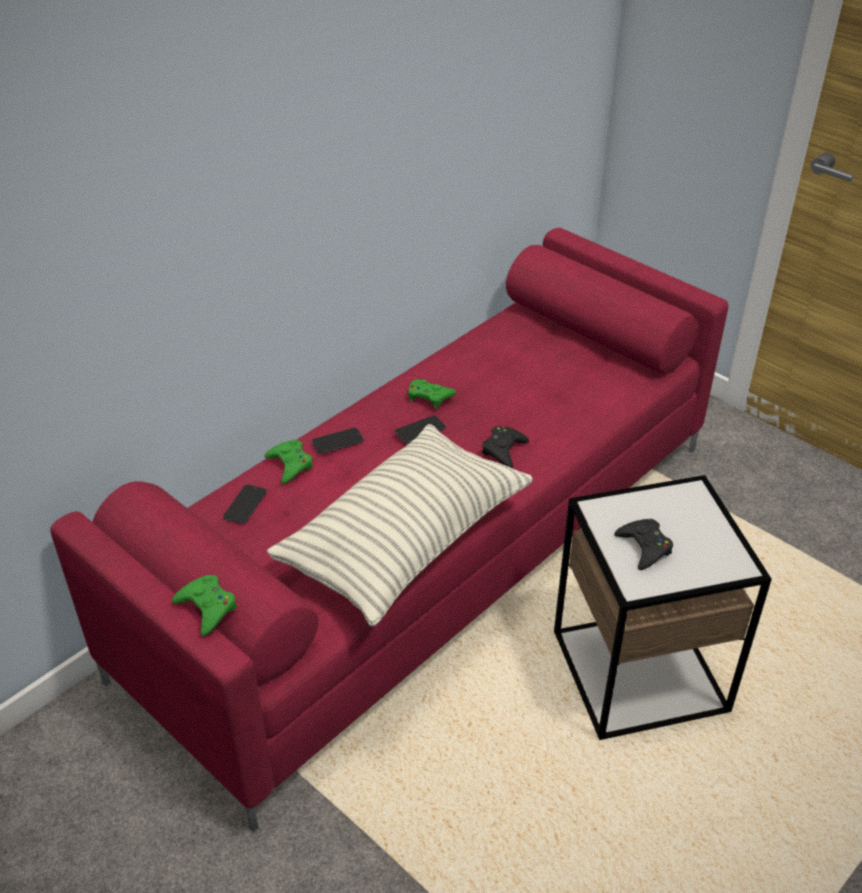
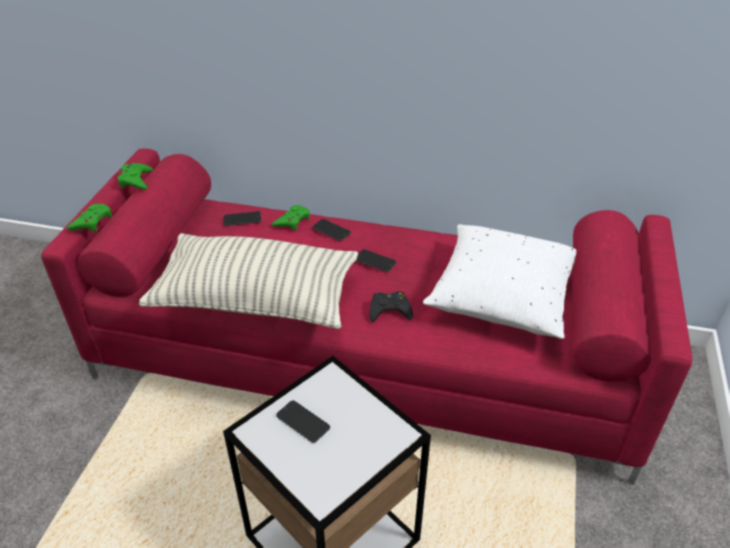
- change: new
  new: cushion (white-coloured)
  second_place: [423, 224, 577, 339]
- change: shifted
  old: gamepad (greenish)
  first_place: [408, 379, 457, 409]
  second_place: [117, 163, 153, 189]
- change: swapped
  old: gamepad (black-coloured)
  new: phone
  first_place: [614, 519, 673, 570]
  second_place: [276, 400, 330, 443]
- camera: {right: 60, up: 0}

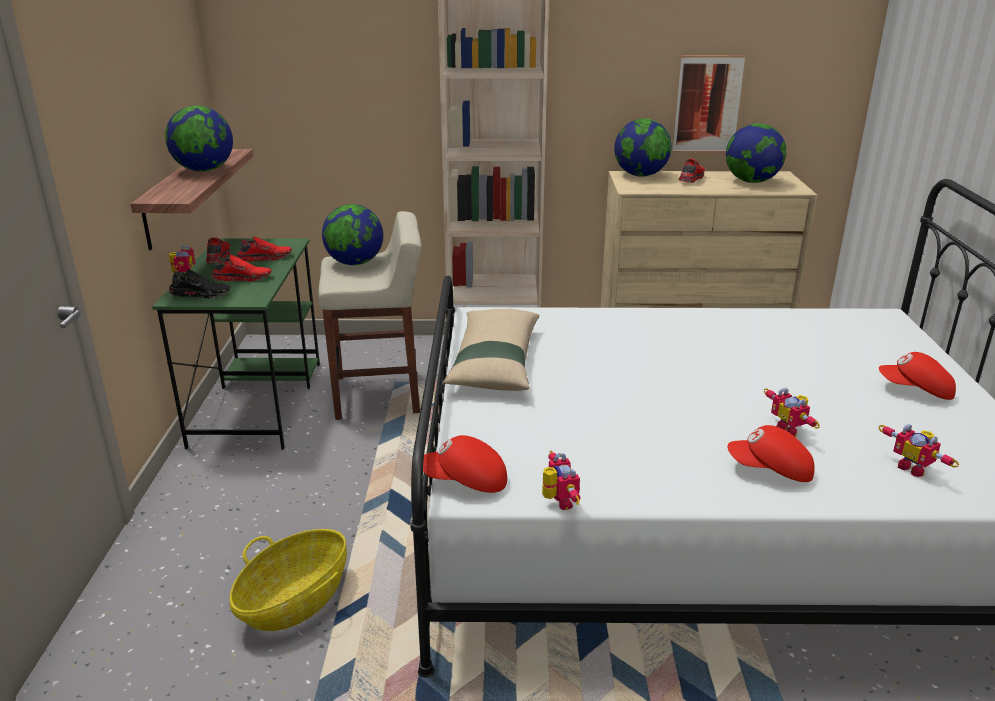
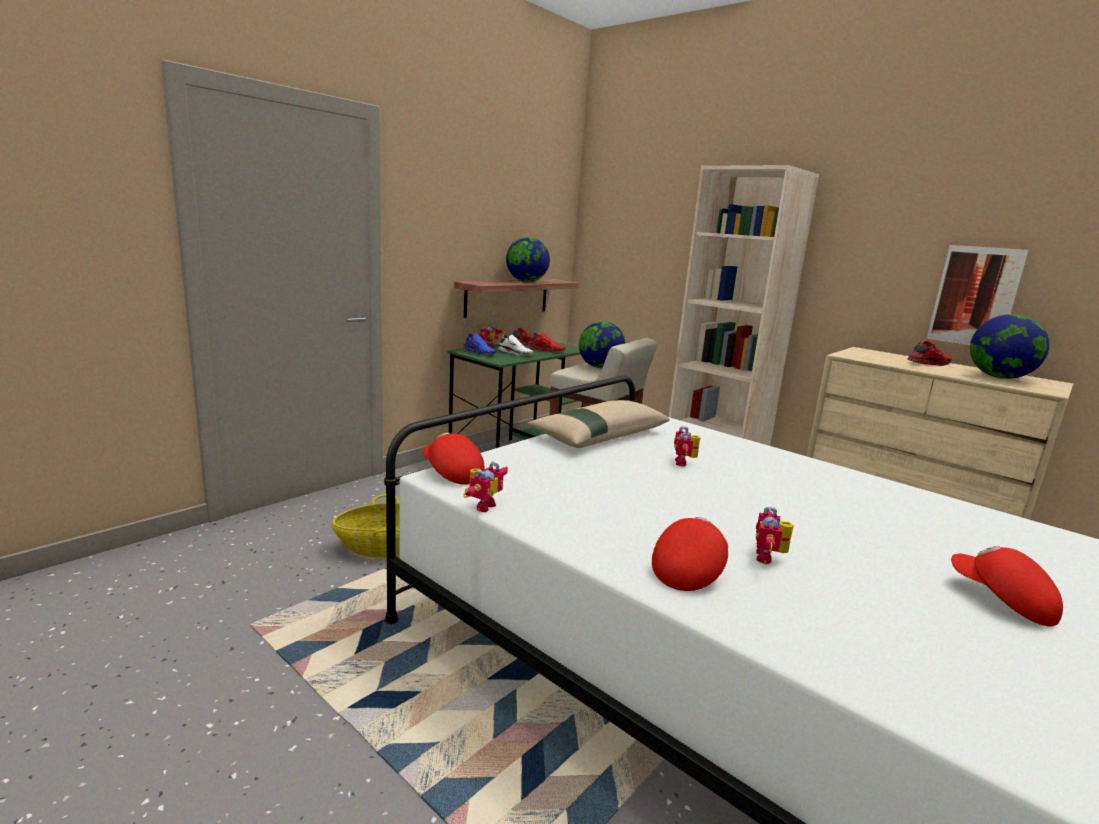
- change: gone
  old: desk globe
  first_place: [614, 118, 672, 177]
- change: shifted
  old: robot figure
  first_place: [878, 424, 959, 477]
  second_place: [674, 426, 700, 466]
- change: repainted
  old: item of footwear (black-coloured)
  new: item of footwear (bluish)
  first_place: [169, 269, 230, 298]
  second_place: [463, 333, 496, 355]
- change: repainted
  old: item of footwear (red-coloured)
  new: item of footwear (white-coloured)
  first_place: [212, 255, 272, 281]
  second_place: [498, 335, 533, 356]
- change: rotated
  old: peaked cap (red-coloured)
  first_place: [728, 425, 815, 482]
  second_place: [652, 517, 728, 591]
  degrees: 75
- camera: {right: 40, up: -10}

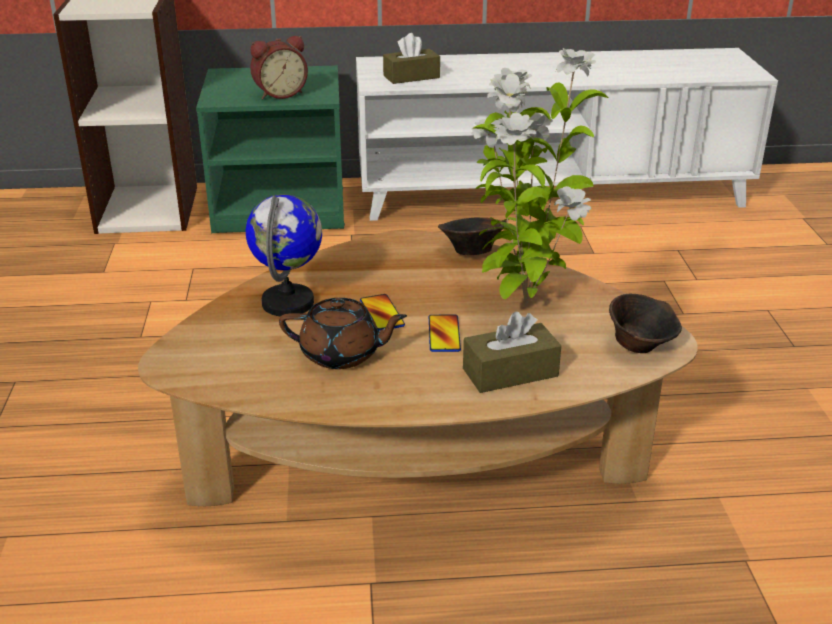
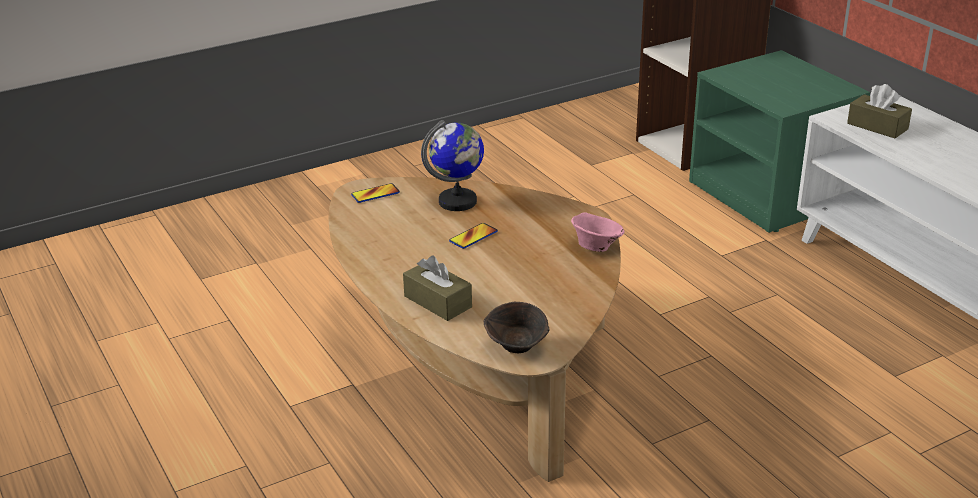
- change: gone
  old: table clock
  first_place: [250, 36, 308, 99]
- change: gone
  old: teapot (brownish)
  first_place: [279, 298, 407, 369]
- change: gone
  old: plant in a pot
  first_place: [471, 48, 608, 306]
- change: shifted
  old: phone
  first_place: [429, 315, 461, 352]
  second_place: [351, 183, 400, 203]
- change: repainted
  old: deep dish (brownish)
  new: deep dish (pink-coloured)
  first_place: [438, 218, 507, 255]
  second_place: [571, 212, 624, 252]
- camera: {right: 65, up: 0}

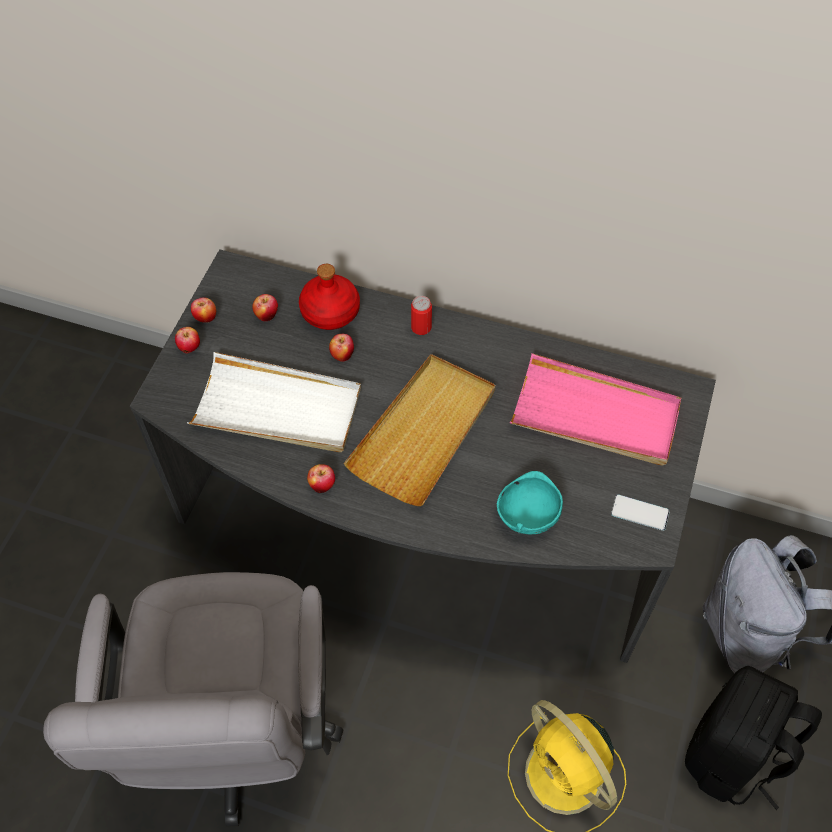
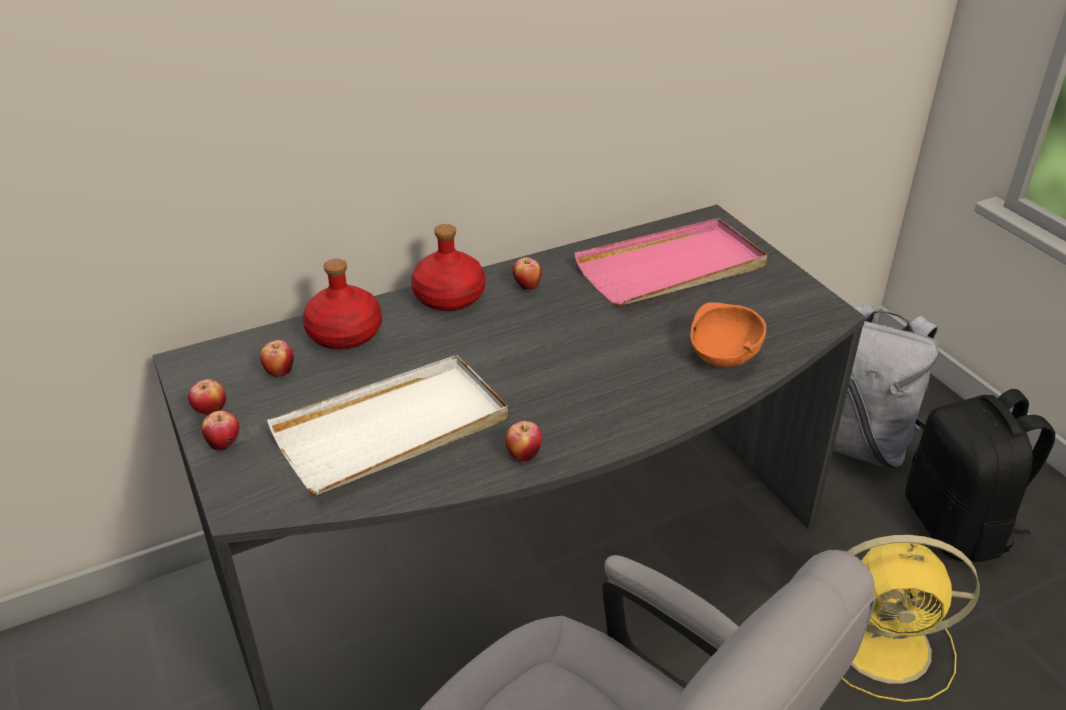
- change: gone
  old: serving tray (sand-coloured)
  first_place: [344, 354, 495, 506]
- change: gone
  old: phone
  first_place: [611, 494, 670, 531]
- change: shifted
  old: apple
  first_place: [329, 334, 354, 362]
  second_place: [512, 257, 542, 290]
- change: swapped
  old: metal can
  new: beverage bottle (red-coloured)
  first_place: [411, 296, 432, 335]
  second_place: [411, 224, 485, 311]
- change: repainted
  old: deep dish (turquoise)
  new: deep dish (orangey)
  first_place: [497, 471, 563, 535]
  second_place: [690, 302, 766, 367]
- camera: {right: -45, up: -20}

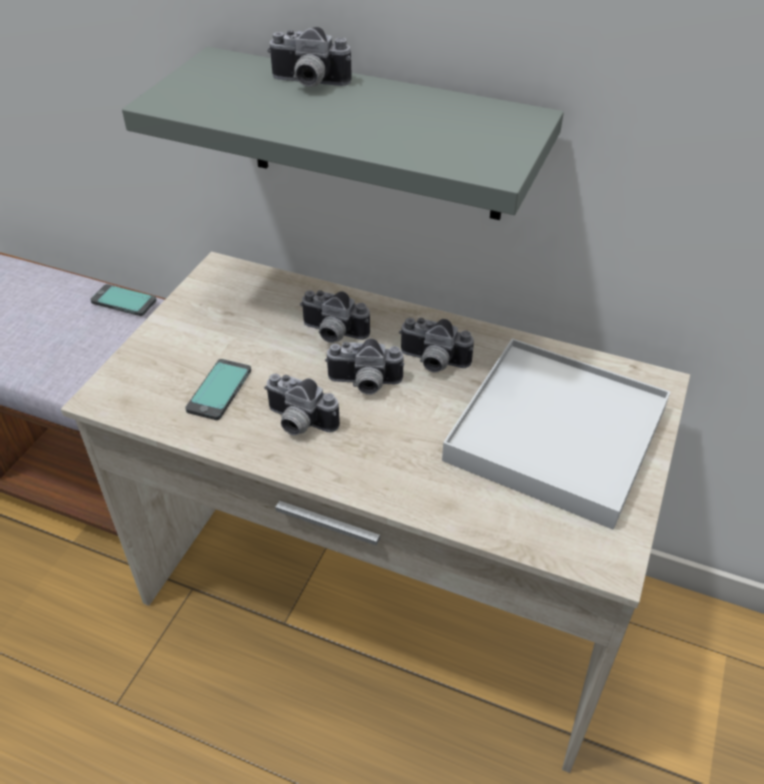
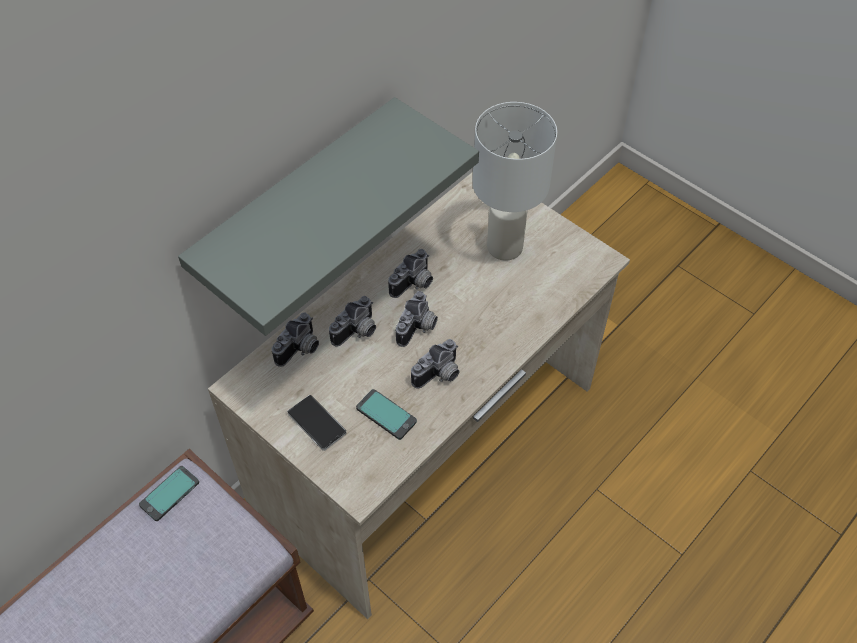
- change: new
  new: phone
  second_place: [287, 395, 346, 451]
- change: shifted
  old: still camera
  first_place: [267, 27, 352, 87]
  second_place: [272, 312, 319, 367]
- change: swapped
  old: serving tray (white-coloured)
  new: lamp for a table (white-coloured)
  first_place: [442, 338, 670, 529]
  second_place: [473, 102, 557, 261]
- camera: {right: -70, up: 10}

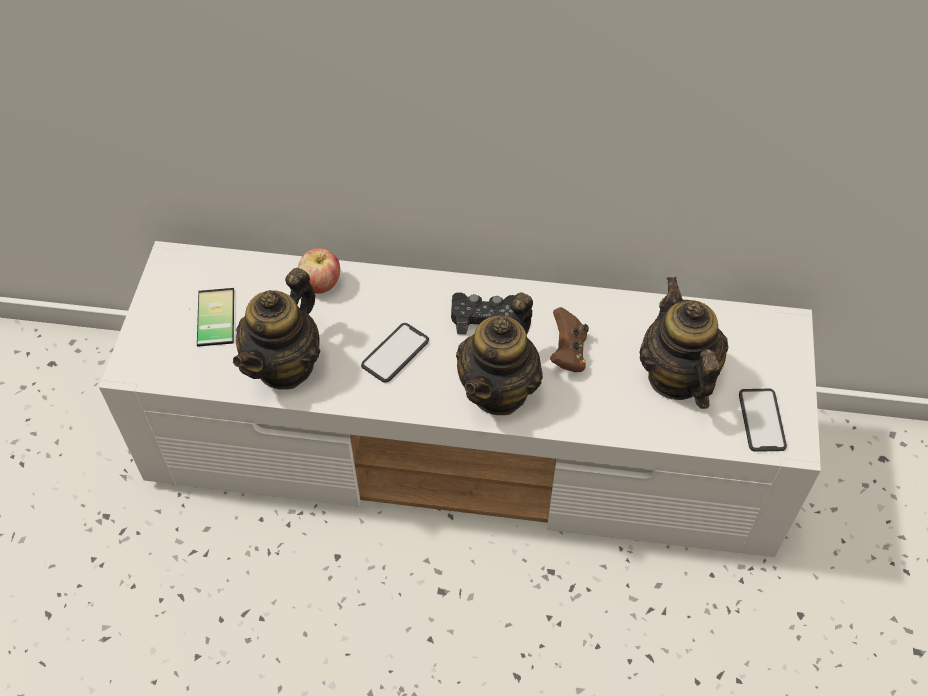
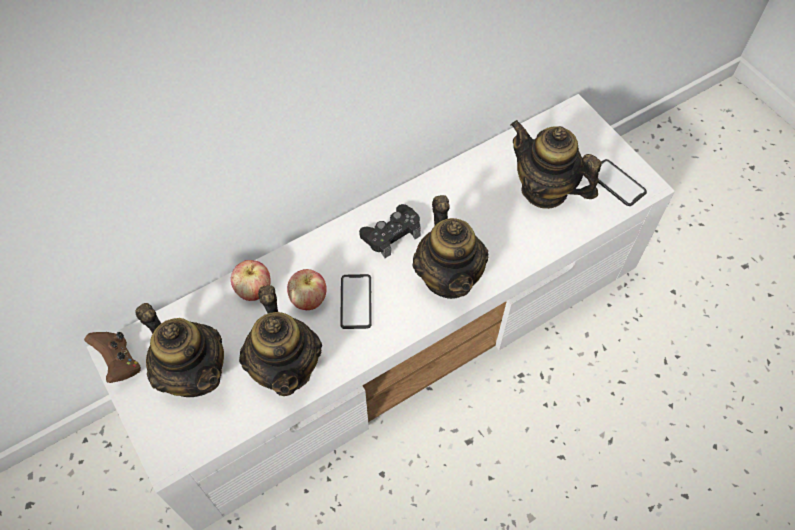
- change: new
  new: apple
  second_place: [287, 269, 327, 310]
- change: shifted
  old: gamepad (brownish)
  first_place: [550, 307, 589, 372]
  second_place: [84, 332, 141, 383]
- change: swapped
  old: phone
  new: teapot
  first_place: [197, 288, 234, 347]
  second_place: [135, 303, 224, 397]
- camera: {right: -40, up: 5}

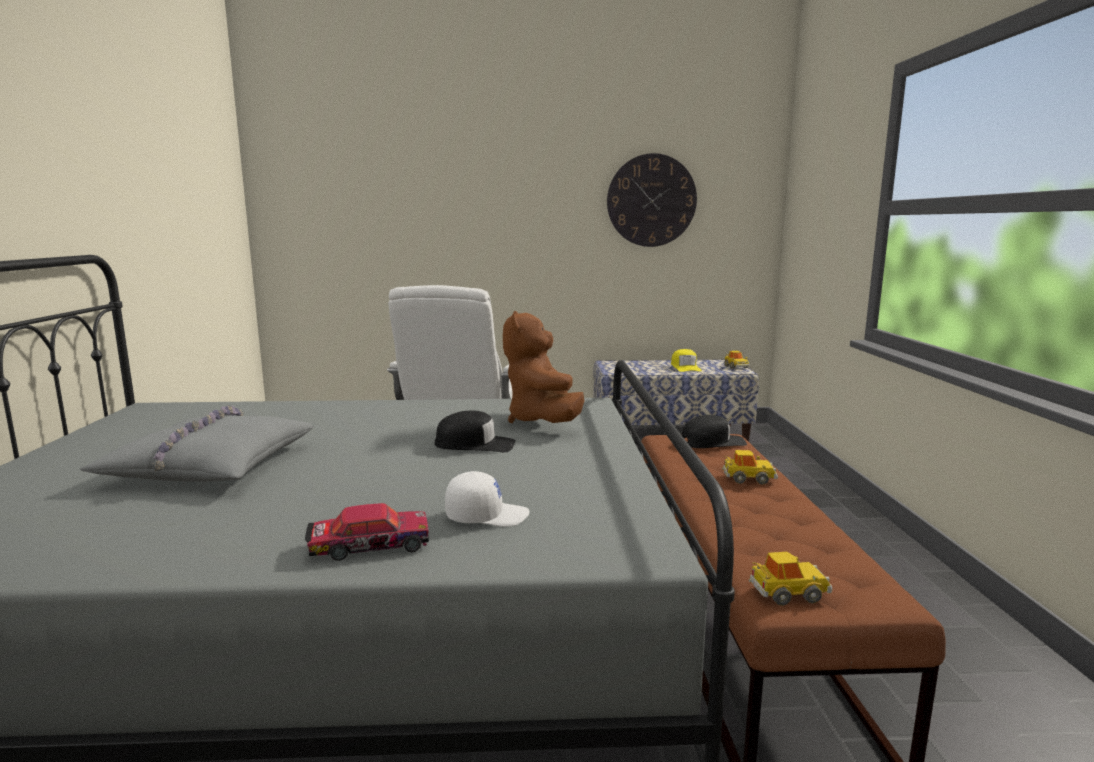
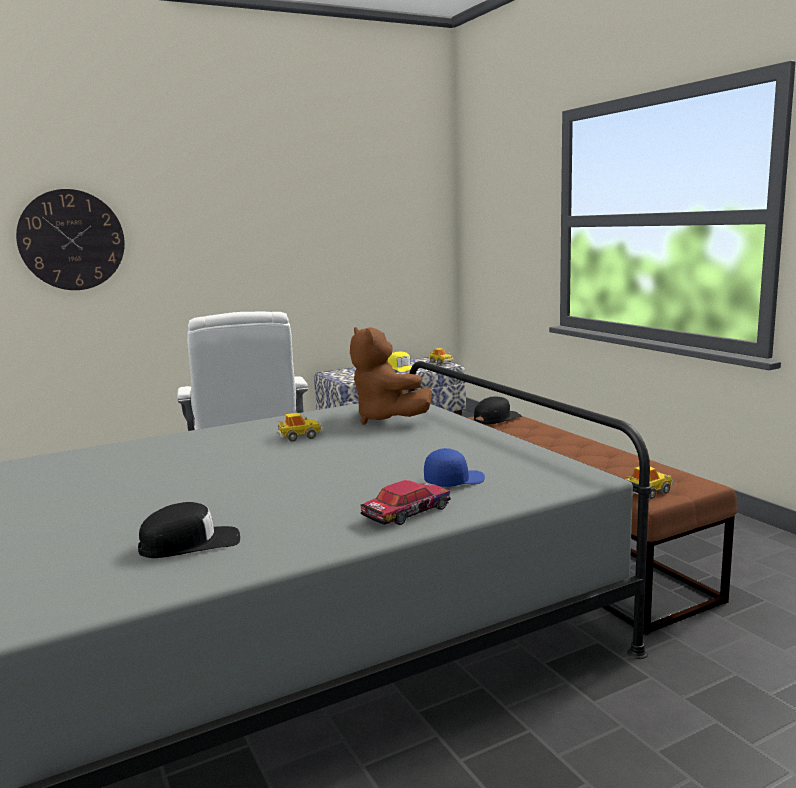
- change: gone
  old: cushion (grey)
  first_place: [80, 405, 314, 482]
- change: shifted
  old: peaked cap (black-coloured)
  first_place: [435, 411, 516, 452]
  second_place: [138, 502, 240, 558]
- change: shifted
  old: hanging clock
  first_place: [607, 153, 697, 247]
  second_place: [16, 189, 125, 290]
- change: shifted
  old: toy car
  first_place: [722, 450, 778, 485]
  second_place: [277, 413, 324, 442]
- change: repainted
  old: peaked cap (white-coloured)
  new: peaked cap (bluish)
  first_place: [445, 471, 530, 527]
  second_place: [424, 448, 485, 487]
- camera: {right: -25, up: 0}

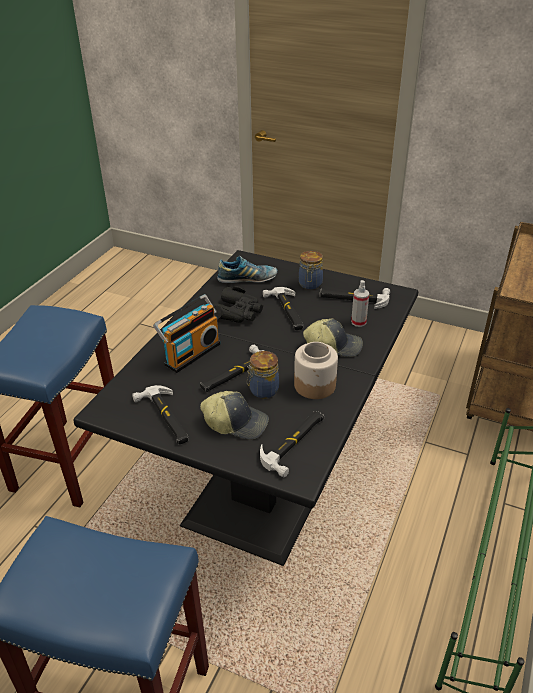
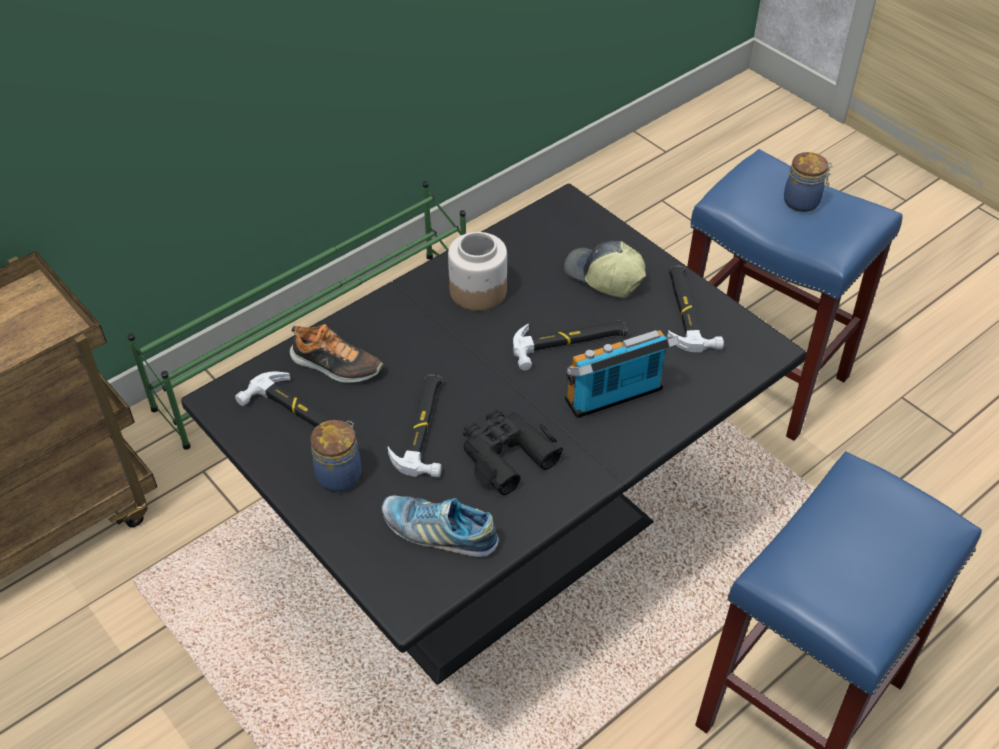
- change: gone
  old: hand hammer
  first_place: [260, 411, 324, 477]
- change: gone
  old: peaked cap
  first_place: [303, 318, 363, 357]
- change: shifted
  old: storage jar
  first_place: [247, 351, 279, 398]
  second_place: [784, 152, 832, 212]
- change: swapped
  old: hand sprayer
  new: item of footwear
  first_place: [351, 280, 369, 327]
  second_place: [290, 324, 383, 383]
- camera: {right: -155, up: 10}

